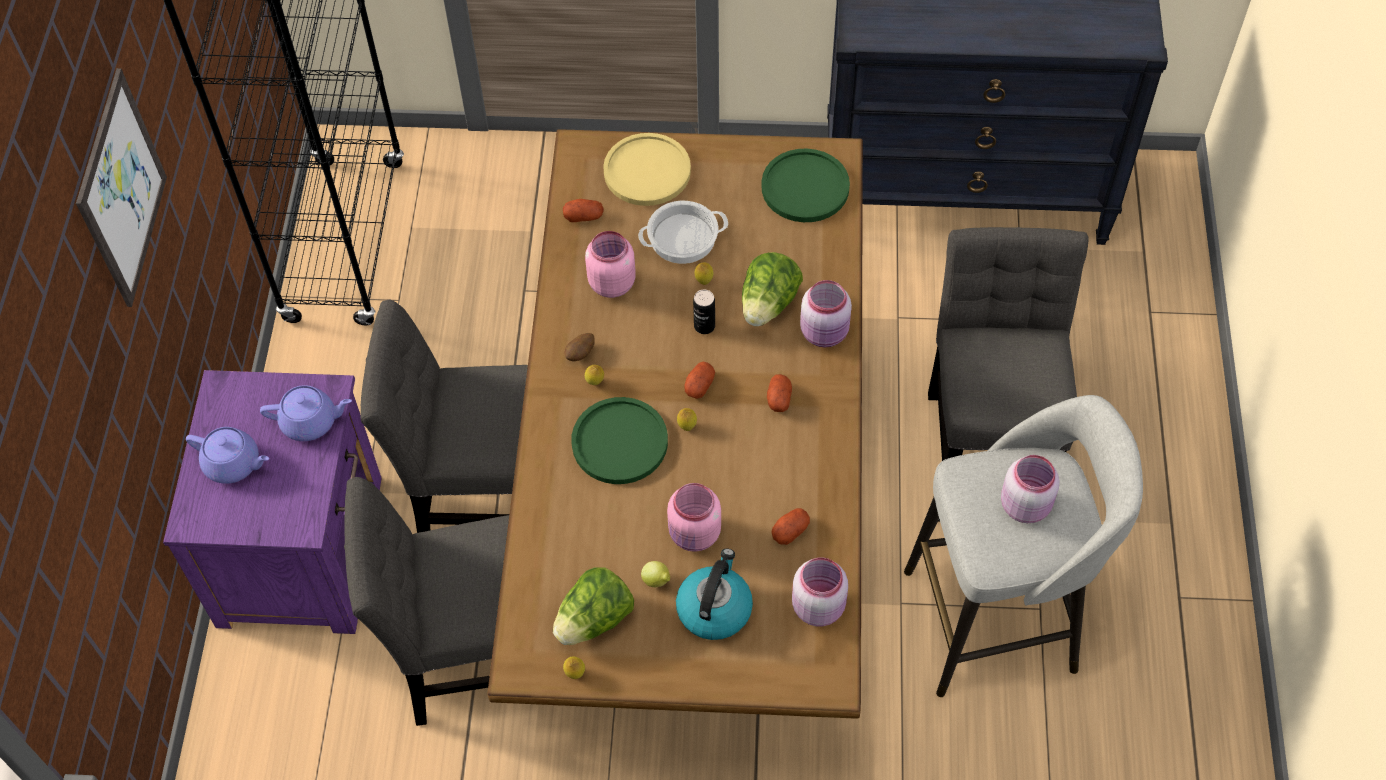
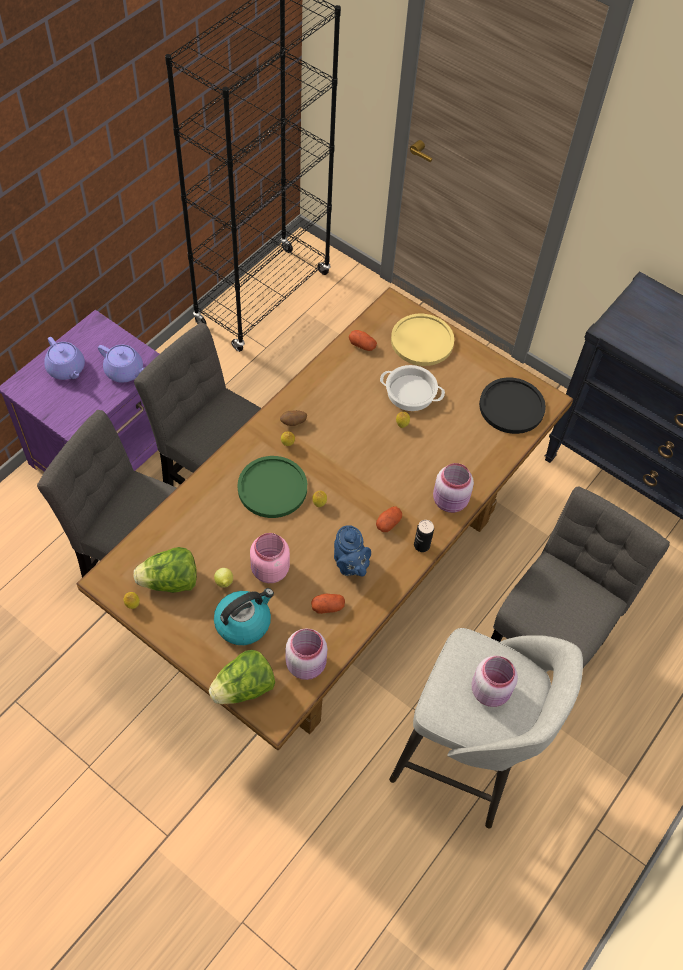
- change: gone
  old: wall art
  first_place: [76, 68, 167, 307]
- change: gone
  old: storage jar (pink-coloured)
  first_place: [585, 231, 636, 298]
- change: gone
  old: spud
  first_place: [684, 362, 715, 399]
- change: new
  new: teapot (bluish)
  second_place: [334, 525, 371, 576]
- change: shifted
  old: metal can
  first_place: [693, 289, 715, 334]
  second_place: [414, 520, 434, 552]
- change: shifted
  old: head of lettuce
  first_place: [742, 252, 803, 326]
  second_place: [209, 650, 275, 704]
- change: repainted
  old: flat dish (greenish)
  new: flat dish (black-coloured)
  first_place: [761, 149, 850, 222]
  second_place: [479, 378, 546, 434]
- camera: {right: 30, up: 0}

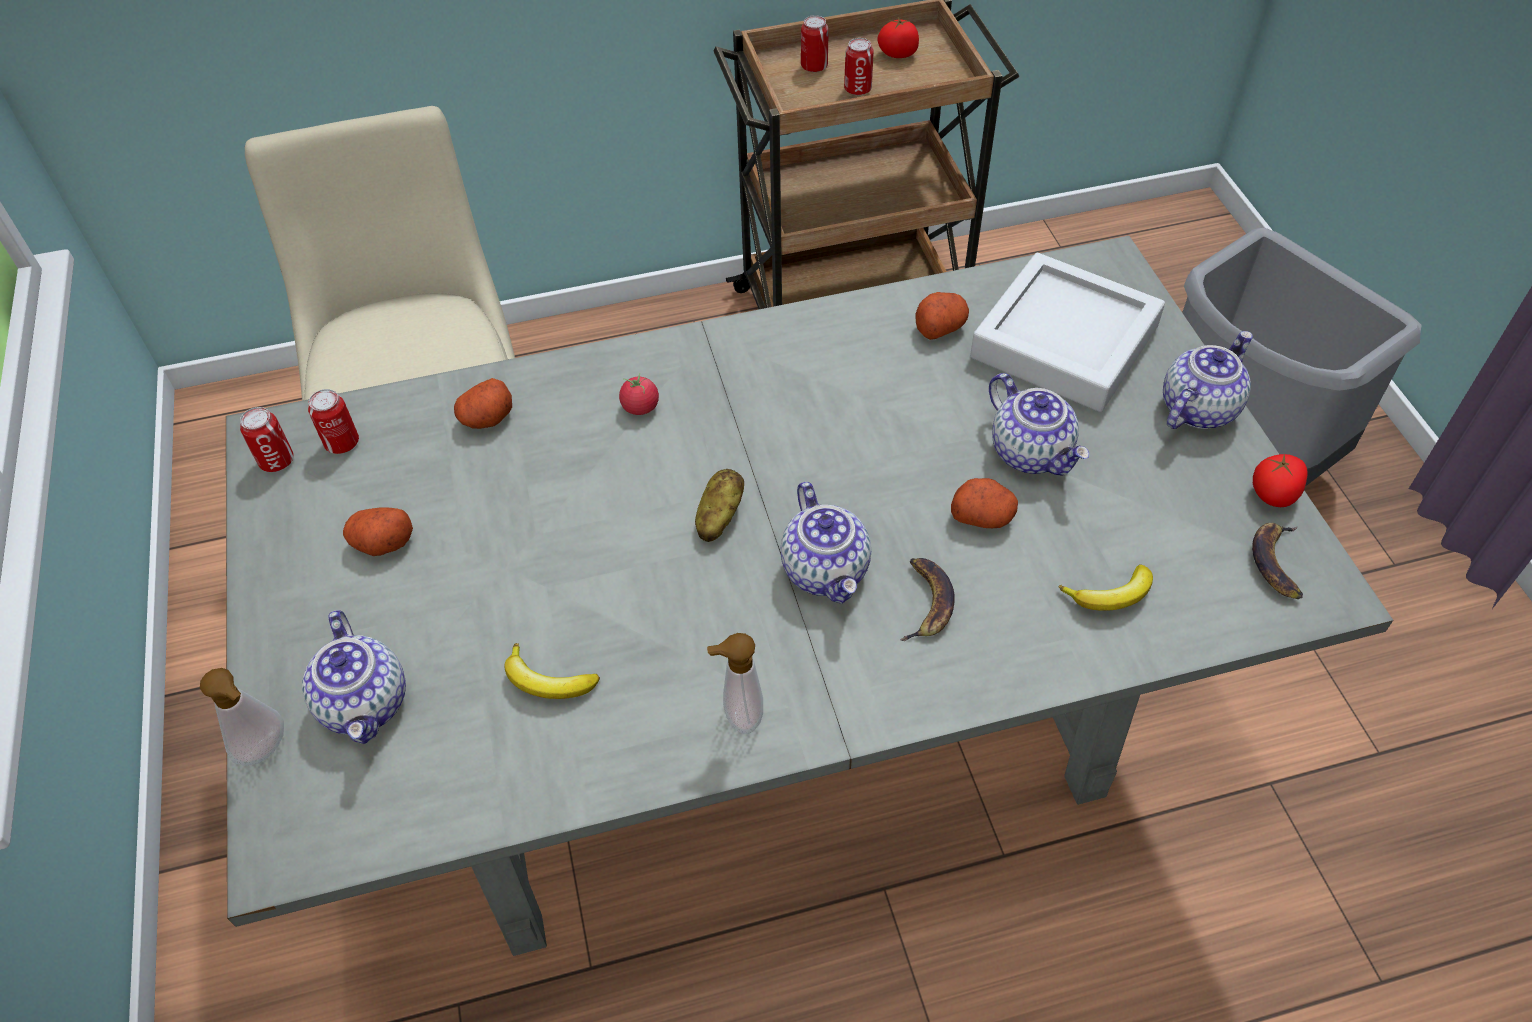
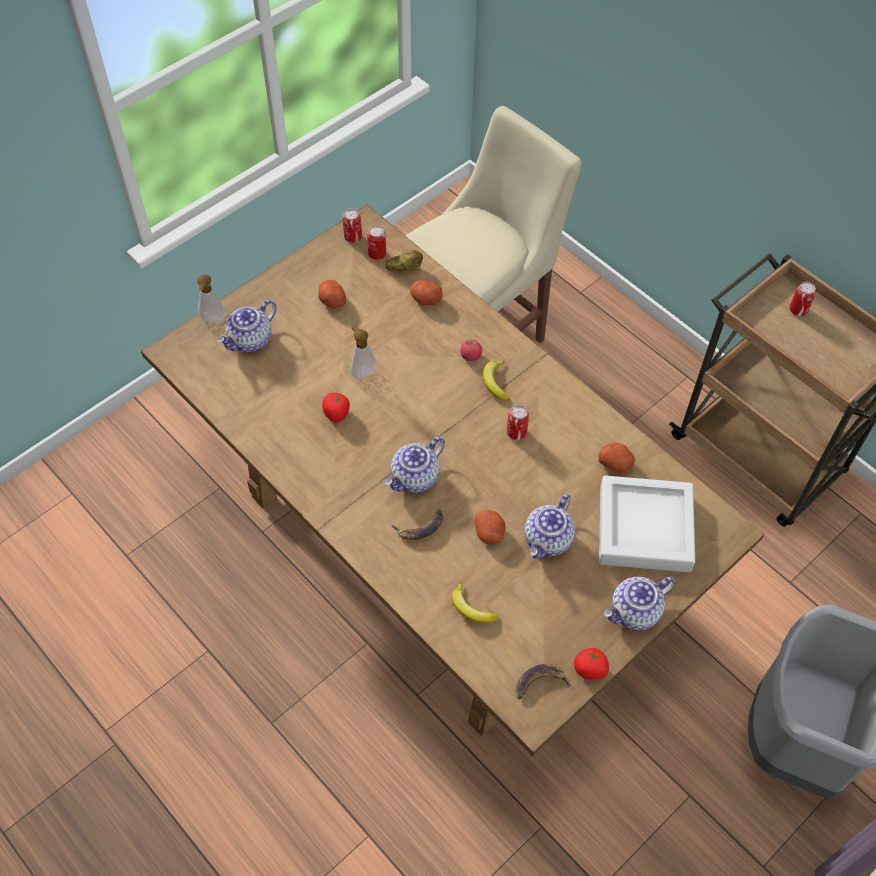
- change: shifted
  old: banana fruit
  first_place: [504, 643, 600, 699]
  second_place: [483, 361, 510, 401]
- change: shifted
  old: spud
  first_place: [695, 469, 744, 542]
  second_place: [386, 250, 423, 271]
- change: shifted
  old: soap dispenser
  first_place: [707, 633, 763, 734]
  second_place: [350, 325, 377, 379]
- change: shifted
  old: metal can
  first_place: [844, 38, 874, 96]
  second_place: [507, 405, 529, 440]
- change: shifted
  old: fresh tomato
  first_place: [878, 17, 919, 58]
  second_place: [322, 393, 350, 423]
- change: repainted
  old: kitchen table (grey)
  new: kitchen table (brownish)
  first_place: [226, 236, 1393, 956]
  second_place: [141, 204, 765, 756]
- change: rotated
  old: teapot
  first_place: [1163, 331, 1253, 429]
  second_place: [603, 576, 676, 630]
  degrees: 135
- camera: {right: 60, up: 5}

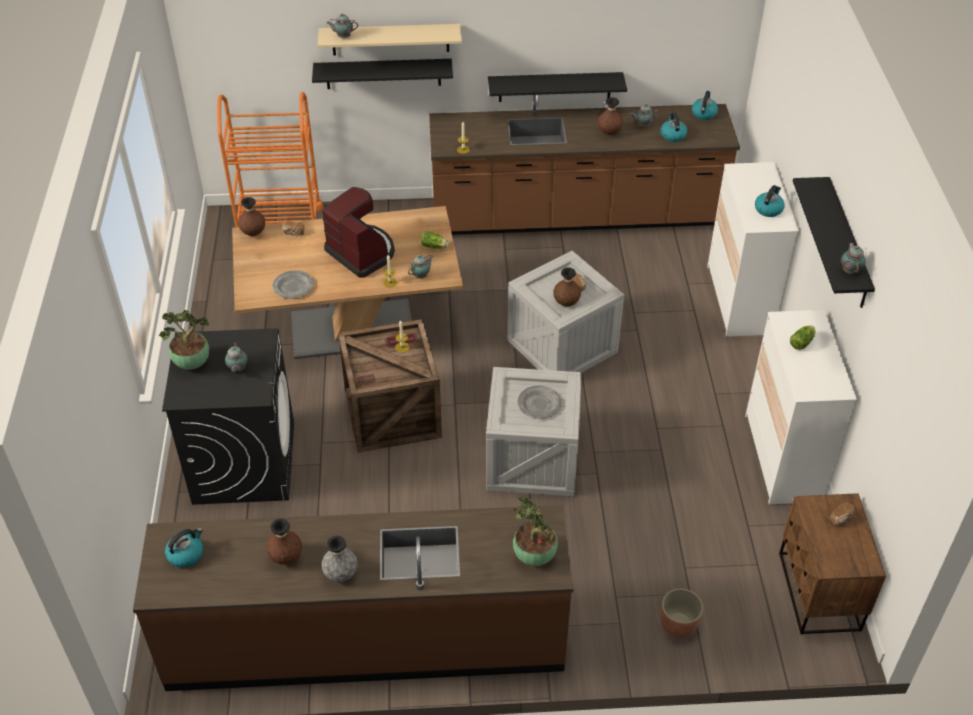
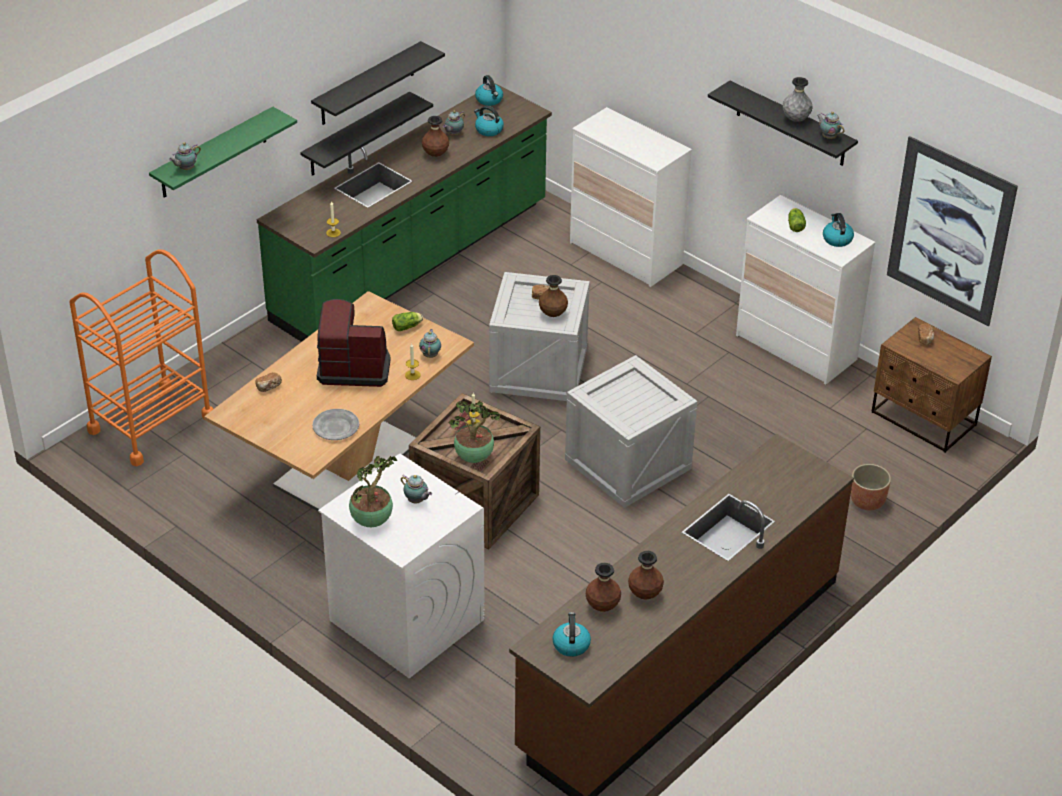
- change: gone
  old: flat dish (grey)
  first_place: [517, 386, 561, 419]
- change: new
  new: wall art
  second_place: [887, 136, 1018, 326]
- change: shifted
  old: decorative vase (brownish)
  first_place: [238, 197, 265, 236]
  second_place: [586, 563, 621, 612]
- change: shifted
  old: bracket shelf (black-coloured)
  first_place: [312, 59, 453, 89]
  second_place: [311, 41, 445, 125]
- change: shifted
  old: decorative vase (grey)
  first_place: [321, 536, 357, 582]
  second_place: [783, 77, 812, 122]
- change: shifted
  old: plant in a pot
  first_place: [513, 497, 558, 566]
  second_place: [448, 401, 501, 463]
- change: shifted
  old: water kettle
  first_place: [755, 185, 785, 217]
  second_place: [823, 213, 854, 247]
- change: repainted
  old: laundry machine (black-coloured)
  new: laundry machine (white-coloured)
  first_place: [162, 328, 294, 505]
  second_place: [318, 454, 485, 678]
- change: repainted
  old: bracket shelf (sand-coloured)
  new: bracket shelf (greenish)
  first_place: [318, 24, 462, 56]
  second_place: [149, 107, 297, 198]
- change: repainted
  old: kitchen base unit (brownish)
  new: kitchen base unit (greenish)
  first_place: [429, 95, 740, 235]
  second_place: [257, 83, 552, 342]
- camera: {right: -45, up: -5}

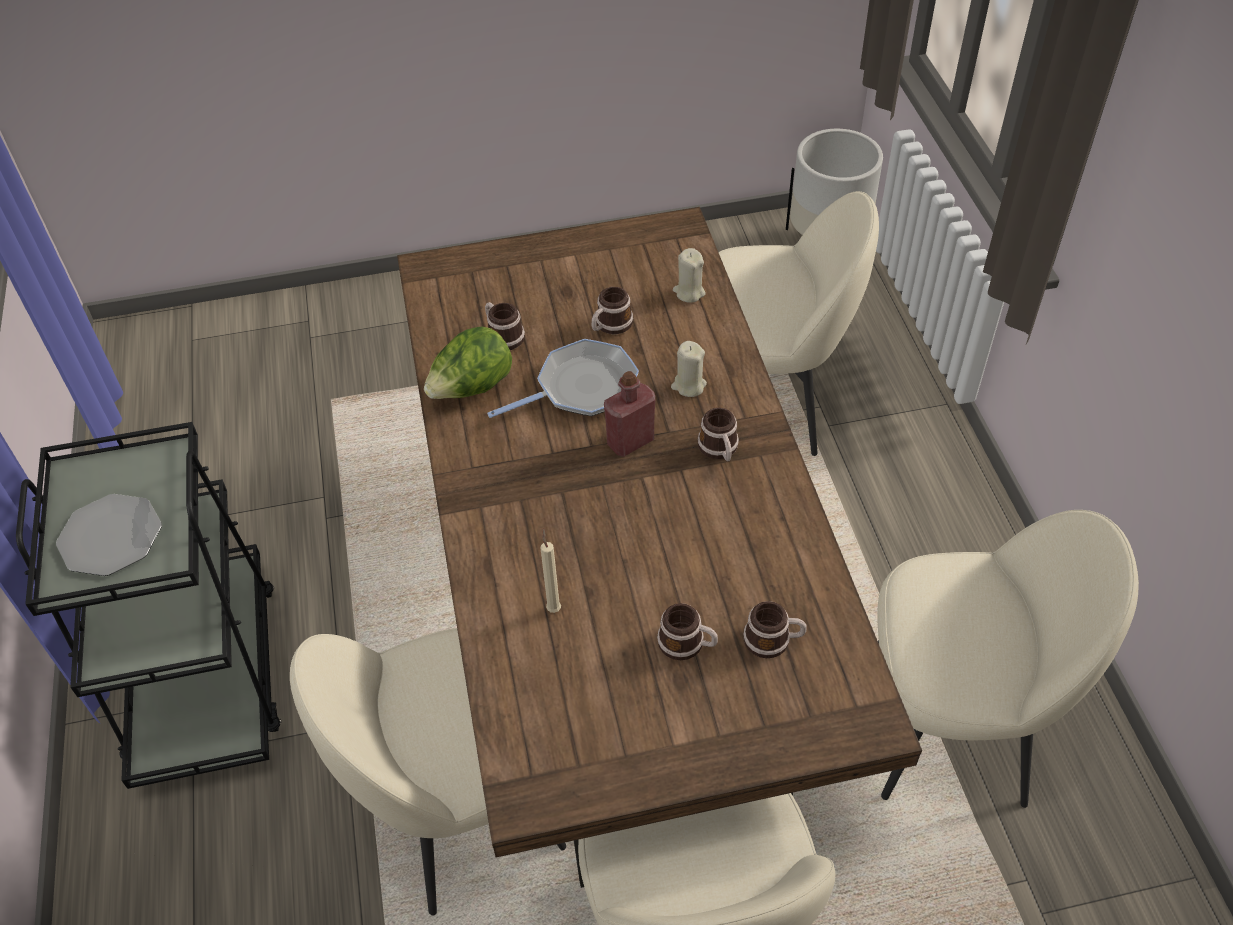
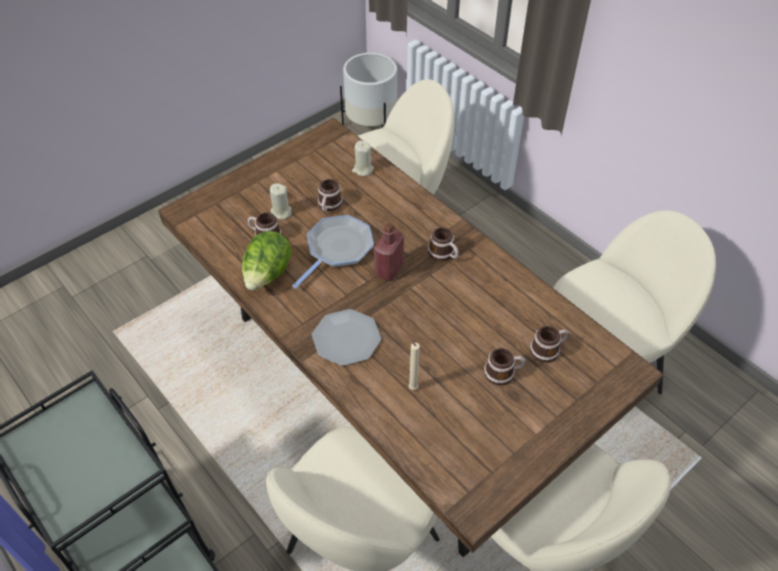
- change: shifted
  old: flat dish
  first_place: [56, 494, 162, 576]
  second_place: [312, 309, 381, 366]
- change: shifted
  old: candle (sand-coloured)
  first_place: [671, 341, 707, 397]
  second_place: [270, 183, 292, 220]
- camera: {right: -30, up: 0}

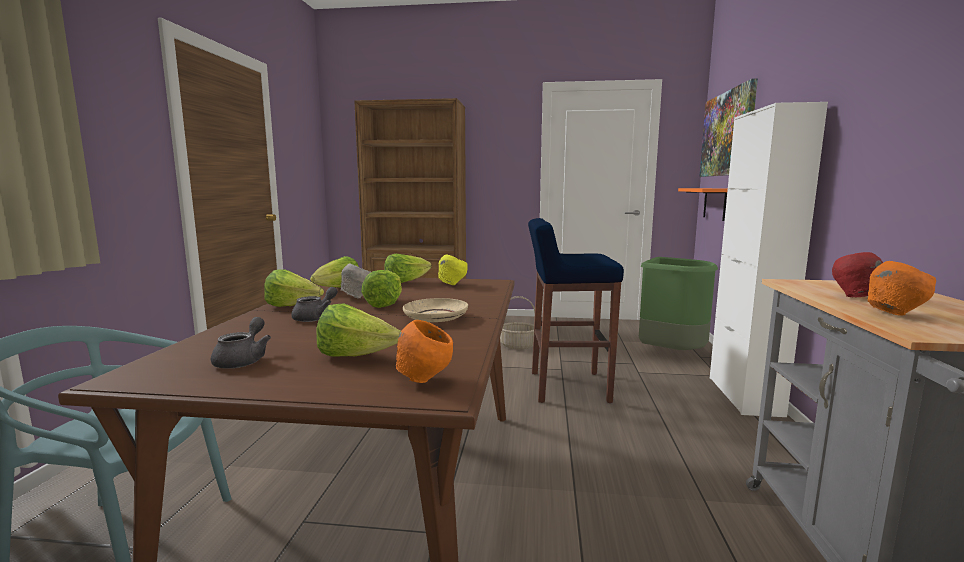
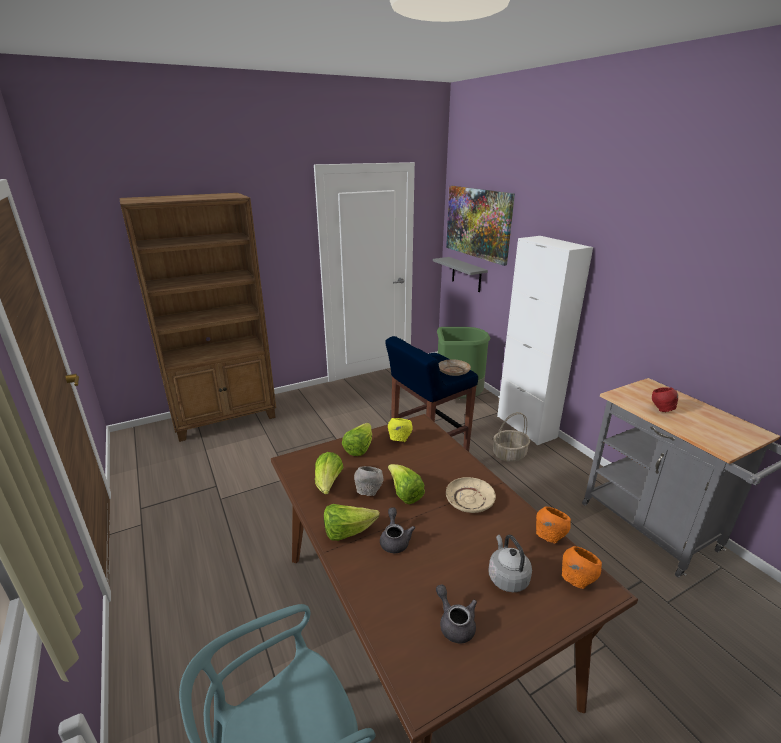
- change: new
  new: flat dish (sand-coloured)
  second_place: [439, 359, 471, 376]
- change: shifted
  old: basket
  first_place: [500, 296, 535, 349]
  second_place: [493, 412, 530, 462]
- change: shifted
  old: deep dish (orangey)
  first_place: [867, 261, 936, 316]
  second_place: [536, 506, 571, 543]
- change: swapped
  old: head of lettuce
  new: water kettle (grey)
  first_place: [317, 303, 401, 357]
  second_place: [489, 535, 532, 593]
- change: repainted
  old: bracket shelf (orangey)
  new: bracket shelf (grey)
  first_place: [678, 188, 728, 221]
  second_place: [433, 257, 488, 292]
- camera: {right: -35, up: 15}

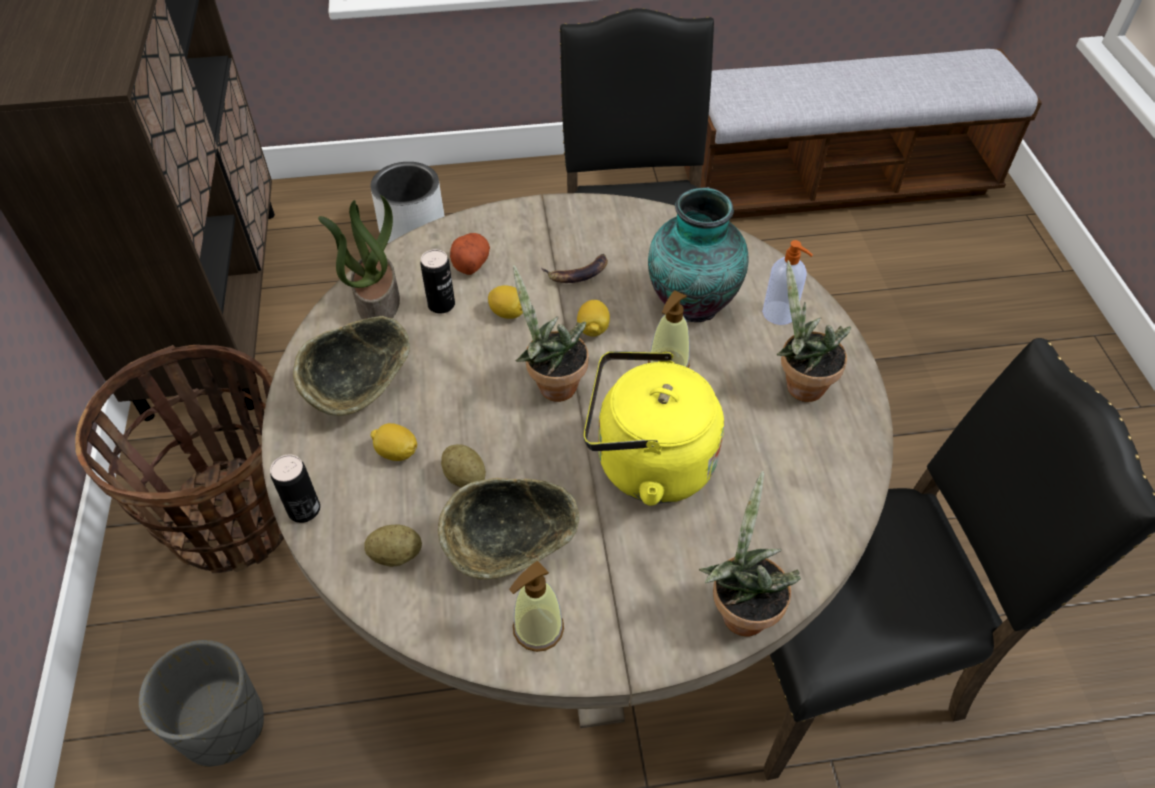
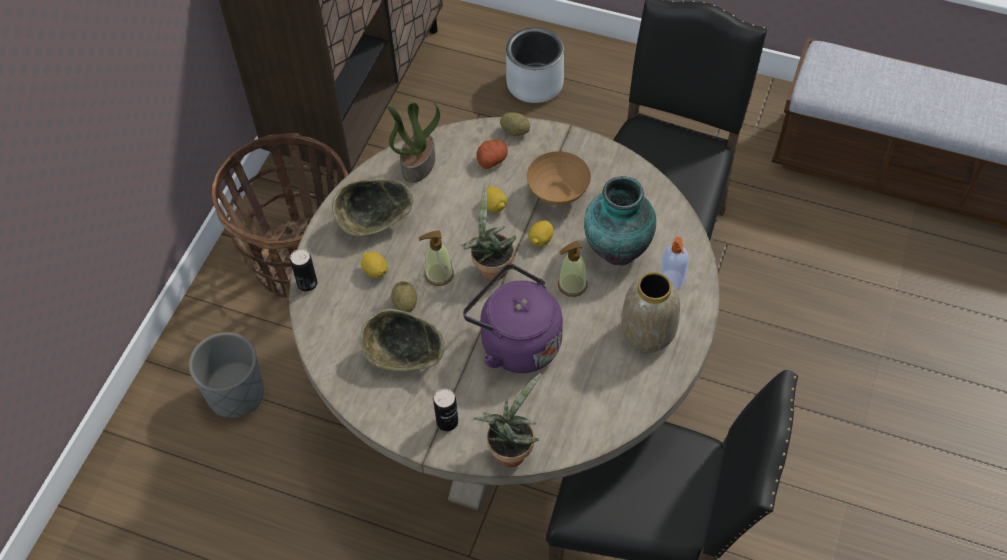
- change: shifted
  old: spud
  first_place: [364, 524, 422, 567]
  second_place: [500, 112, 530, 136]
- change: shifted
  old: metal can
  first_place: [420, 249, 455, 314]
  second_place: [433, 389, 458, 431]
- change: shifted
  old: soap dispenser
  first_place: [509, 561, 564, 652]
  second_place: [419, 230, 454, 286]
- change: swapped
  old: banana fruit
  new: deep dish (brownish)
  first_place: [541, 254, 608, 283]
  second_place: [527, 151, 591, 205]
- change: swapped
  old: plant in a pot
  new: decorative vase
  first_place: [777, 260, 851, 402]
  second_place: [621, 272, 680, 353]
- change: repainted
  old: water kettle (yellowish)
  new: water kettle (purplish)
  first_place: [584, 351, 724, 506]
  second_place: [463, 264, 563, 373]
- camera: {right: 30, up: 5}

